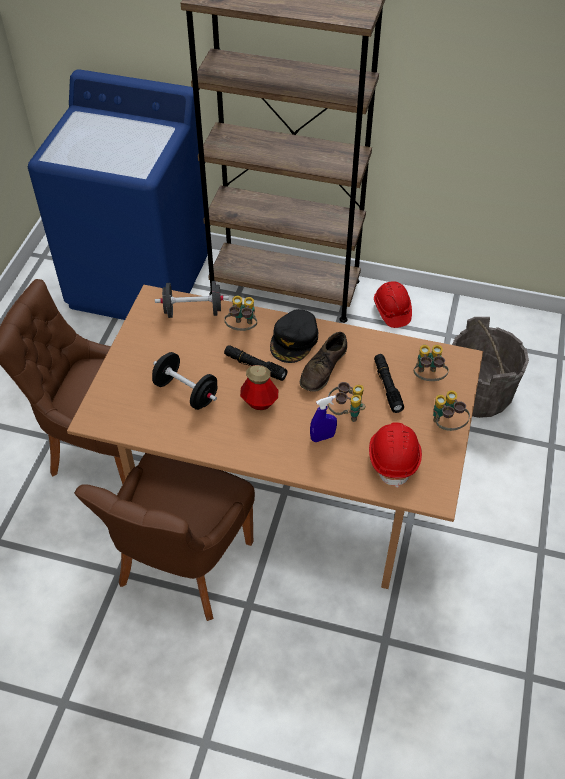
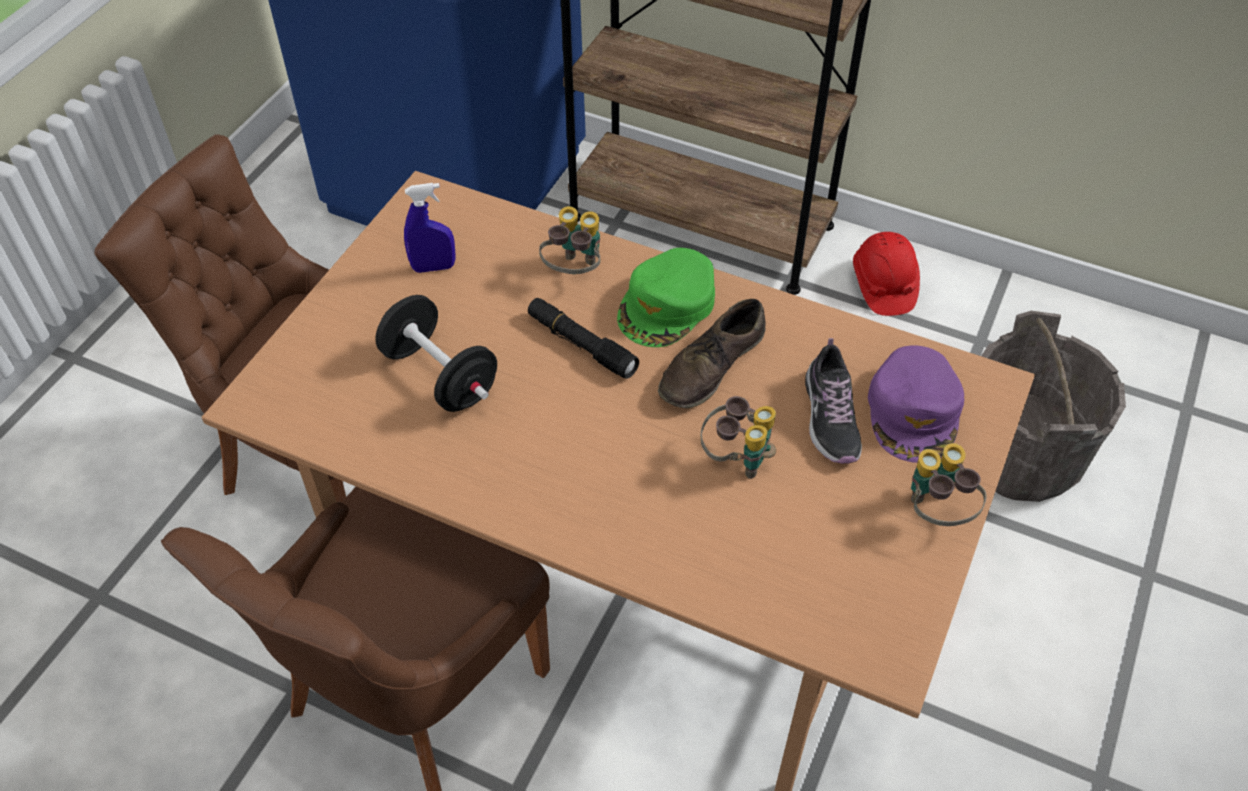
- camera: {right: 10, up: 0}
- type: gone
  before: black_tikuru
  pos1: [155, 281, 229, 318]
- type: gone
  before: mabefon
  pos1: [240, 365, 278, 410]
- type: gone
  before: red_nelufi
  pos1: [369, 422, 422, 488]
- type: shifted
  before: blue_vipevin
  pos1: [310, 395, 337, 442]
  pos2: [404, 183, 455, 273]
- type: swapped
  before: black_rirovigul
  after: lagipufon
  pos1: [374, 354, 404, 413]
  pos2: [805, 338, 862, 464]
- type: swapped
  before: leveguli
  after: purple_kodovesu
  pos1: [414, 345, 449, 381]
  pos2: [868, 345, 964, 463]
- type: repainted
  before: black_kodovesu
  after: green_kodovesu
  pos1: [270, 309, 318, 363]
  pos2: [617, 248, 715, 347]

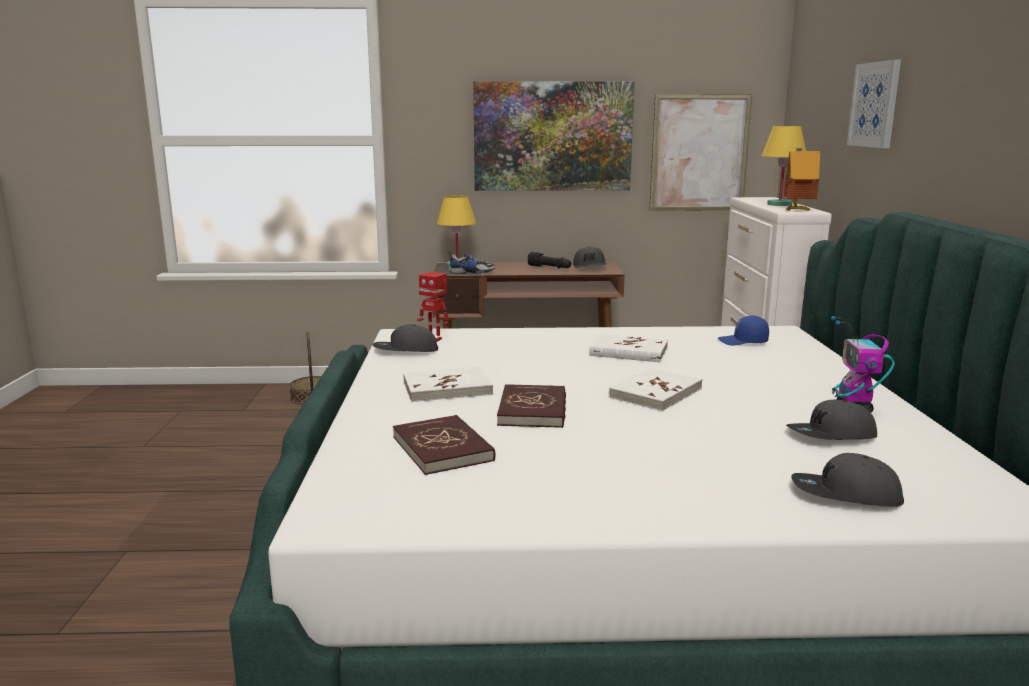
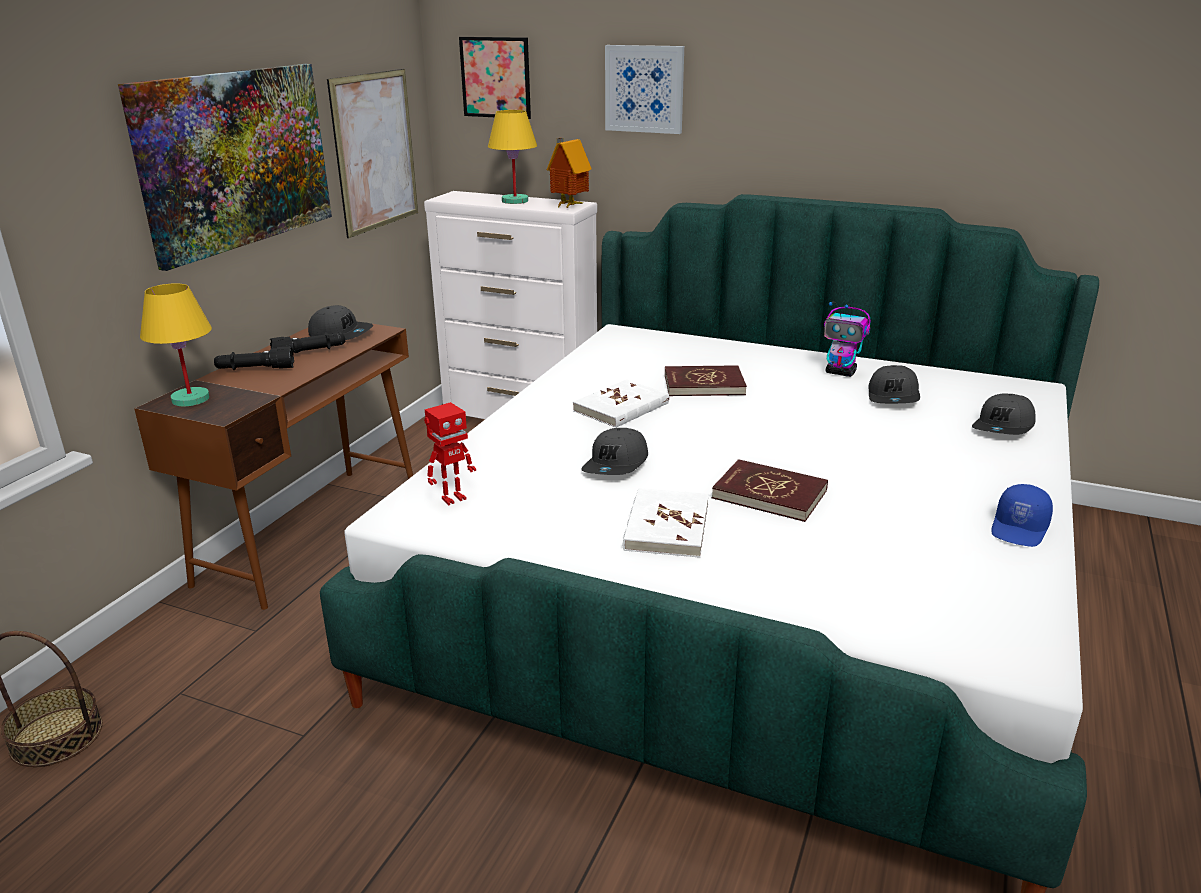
- camera: {right: -65, up: 10}
- type: gone
  before: lagipufon
  pos1: [448, 252, 495, 274]
- type: gone
  before: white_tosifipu
  pos1: [609, 367, 703, 411]
- type: new
  after: black_rirovigul
  pos2: [214, 346, 294, 370]
- type: new
  after: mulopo
  pos2: [459, 37, 531, 119]
- type: shifted
  before: grey_kodovesu
  pos1: [373, 324, 438, 352]
  pos2: [581, 428, 648, 475]
- type: shifted
  before: red_tosifipu
  pos1: [393, 415, 495, 475]
  pos2: [665, 365, 747, 396]
- type: shifted
  before: blue_kodovesu
  pos1: [718, 315, 769, 345]
  pos2: [991, 484, 1053, 547]

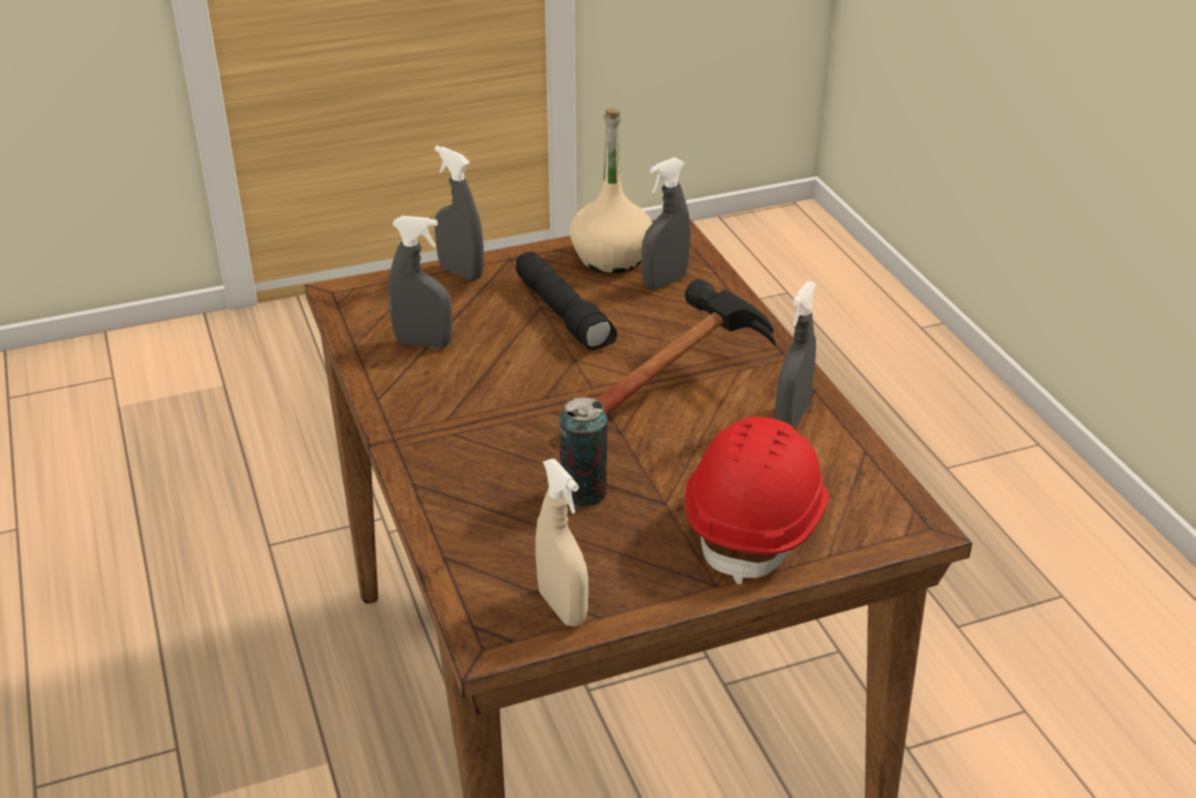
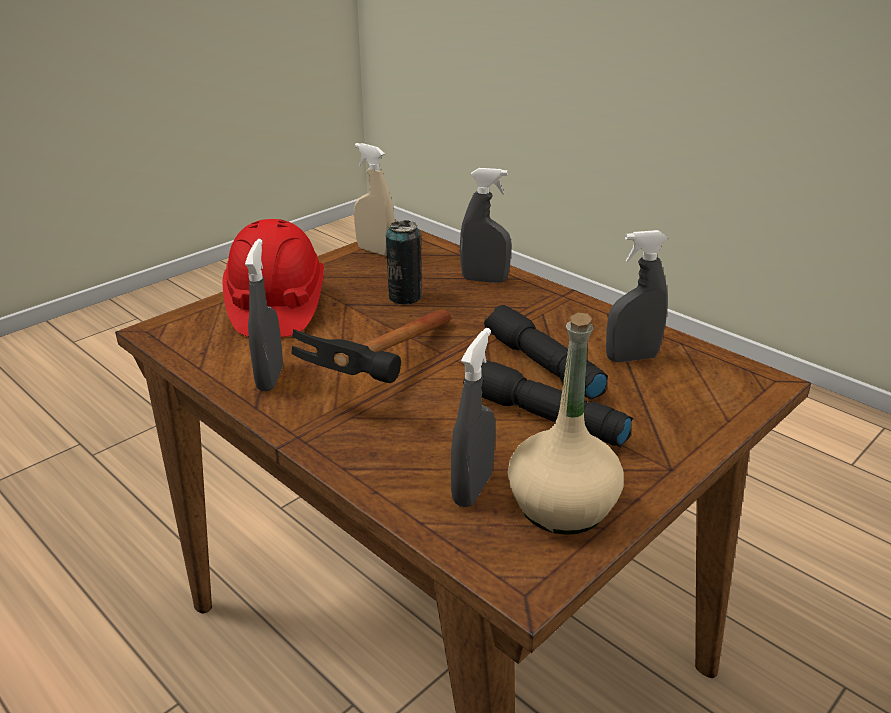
- camera: {right: 155, up: -5}
- type: new
  after: black_rirovigul
  pos2: [484, 305, 608, 399]
- type: shifted
  before: grey_vipevin
  pos1: [435, 146, 484, 281]
  pos2: [460, 168, 512, 283]

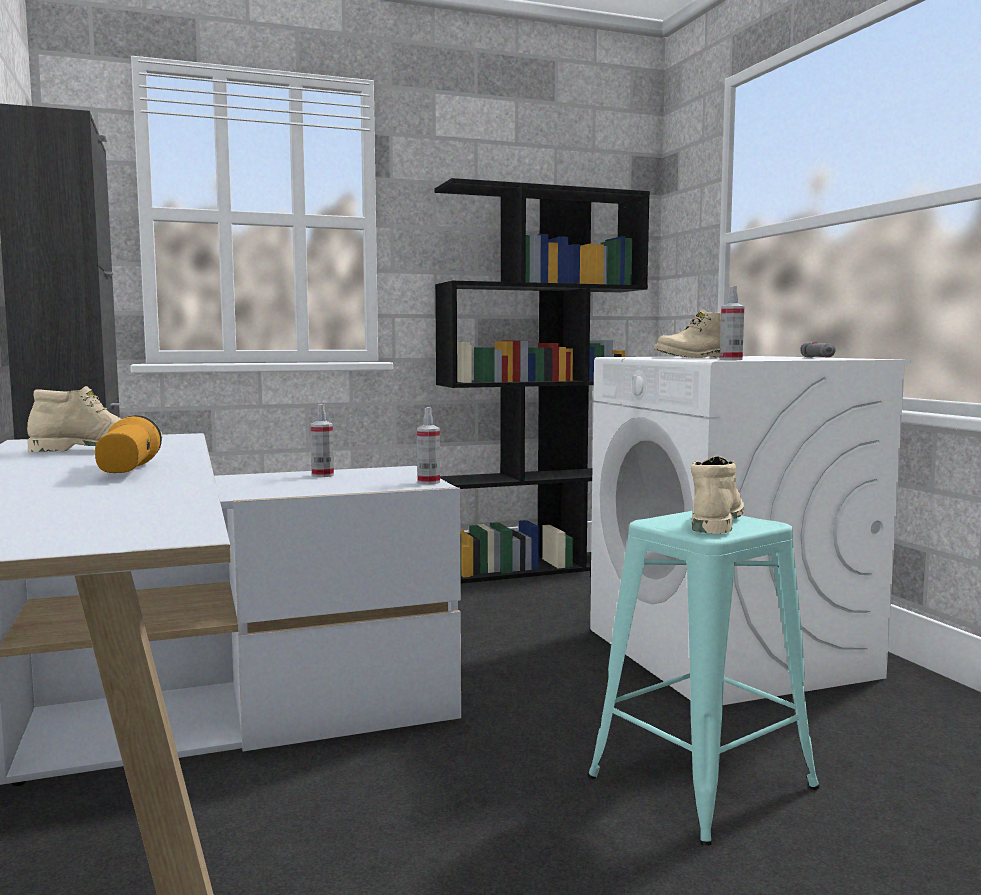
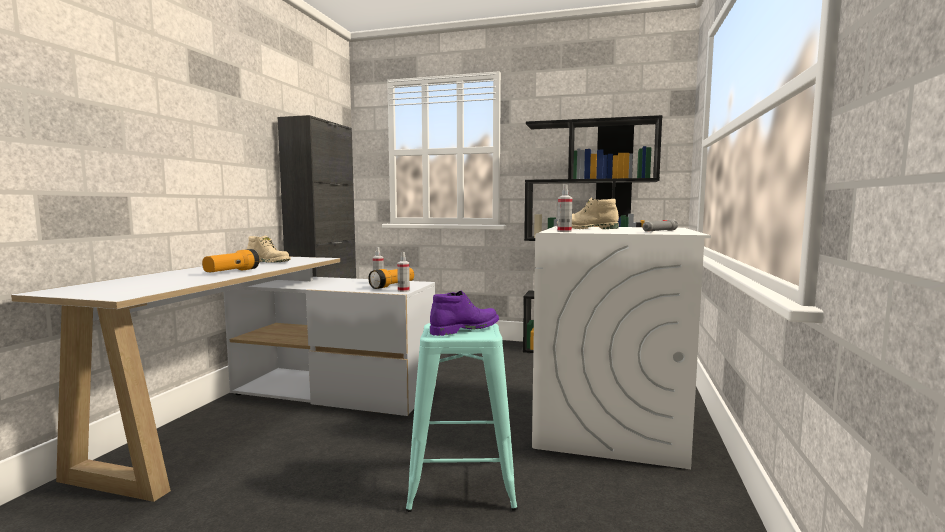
- camera: {right: 35, up: 0}
- type: new
  after: rirovigul
  pos2: [368, 268, 414, 289]
- type: repainted
  before: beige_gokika
  after: purple_gokika
  pos1: [691, 456, 744, 534]
  pos2: [430, 291, 499, 336]

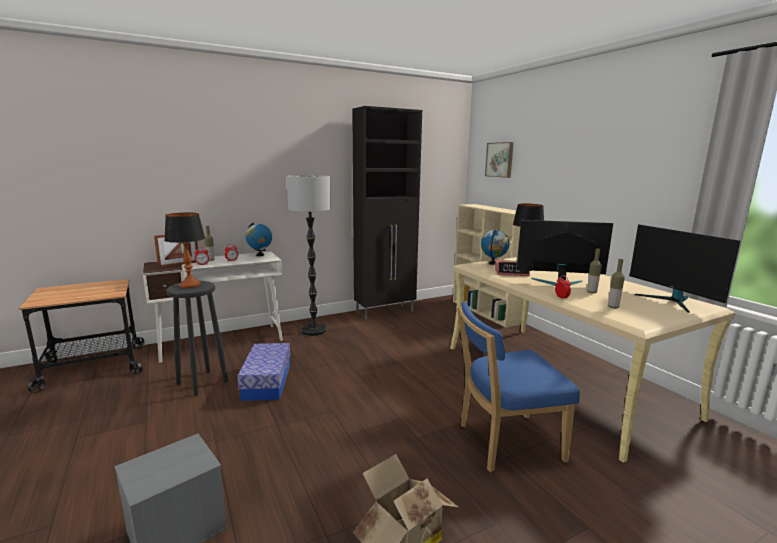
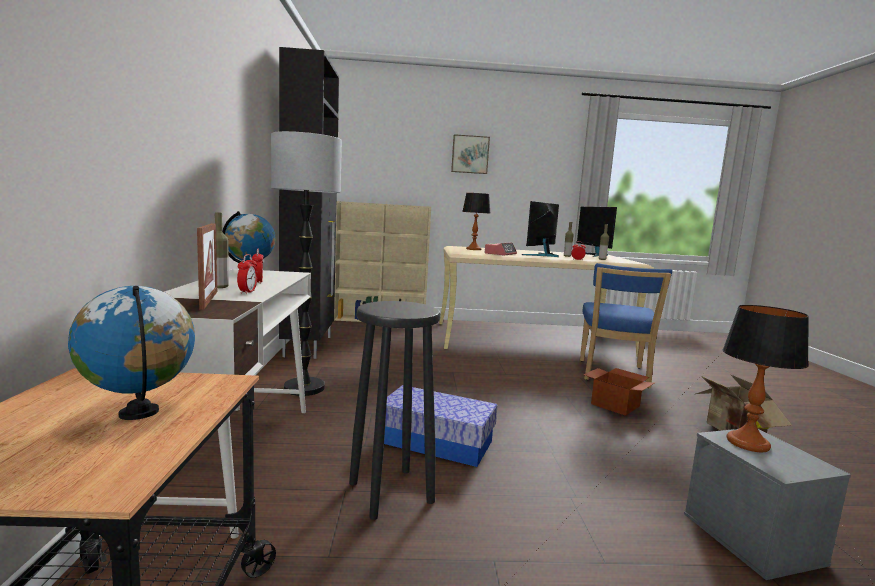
- camera: {right: -65, up: -5}
- type: new
  after: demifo
  pos2: [583, 368, 654, 416]
- type: shifted
  before: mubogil
  pos1: [164, 213, 205, 288]
  pos2: [722, 305, 809, 452]
- type: shifted
  before: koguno
  pos1: [481, 230, 509, 265]
  pos2: [68, 286, 195, 420]
- type: shifted
  before: mulopo
  pos1: [485, 142, 514, 178]
  pos2: [451, 134, 490, 174]
- type: rotated
  before: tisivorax
  pos1: [629, 224, 740, 313]
  pos2: [577, 207, 617, 257]
  turn: 75

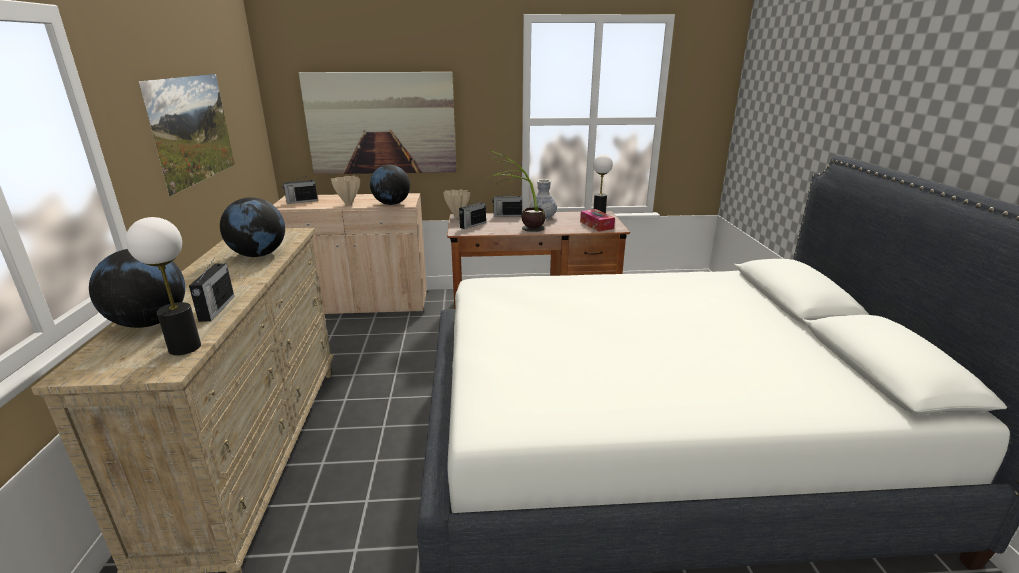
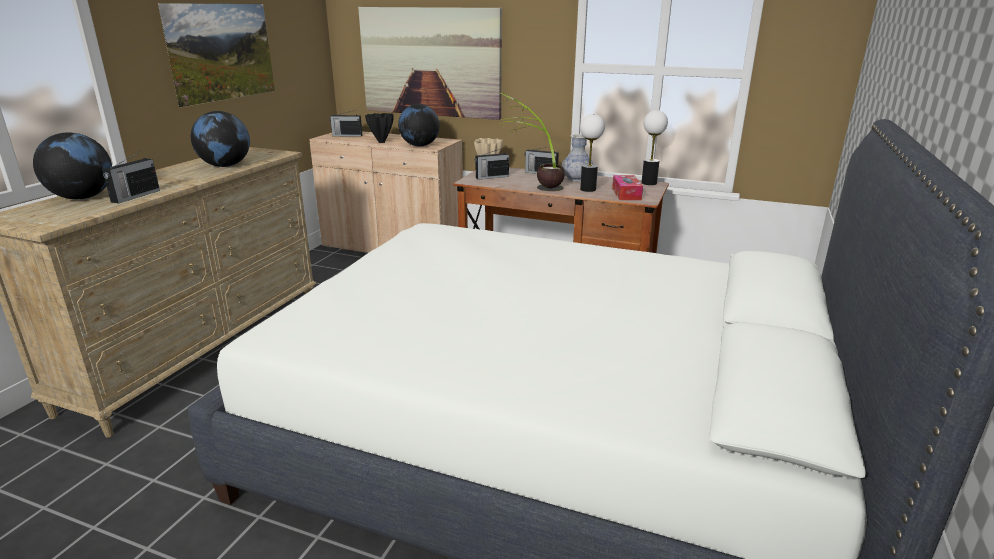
- camera: {right: 25, up: 0}
- type: shifted
  before: mubogil
  pos1: [126, 217, 201, 355]
  pos2: [580, 114, 605, 192]
- type: repainted
  before: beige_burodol
  after: black_burodol
  pos1: [331, 175, 360, 206]
  pos2: [365, 113, 394, 143]

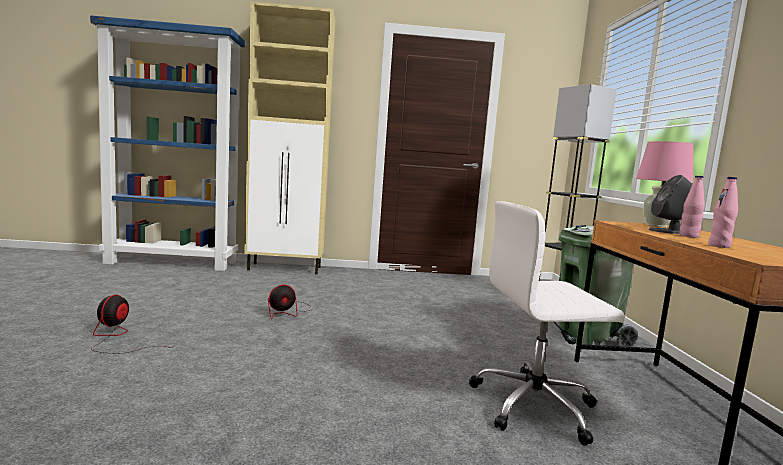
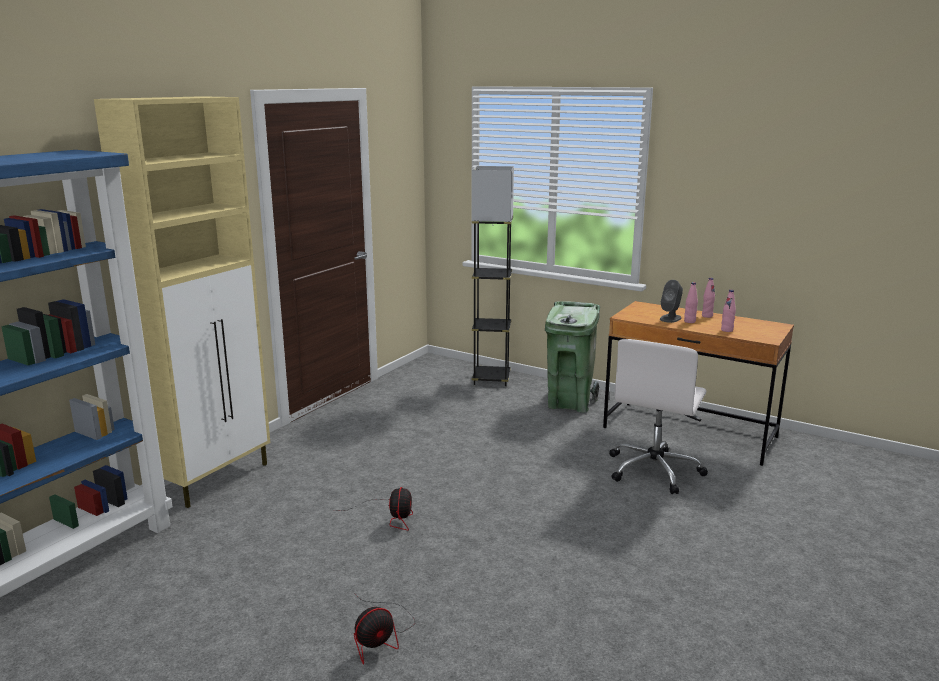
- camera: {right: -55, up: 10}
- type: gone
  before: pink_mubogil
  pos1: [636, 141, 693, 227]
- type: new
  after: pink_mabefon
  pos2: [702, 278, 715, 318]
- type: rotated
  before: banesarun
  pos1: [92, 294, 173, 354]
  pos2: [354, 594, 415, 665]
  turn: -75

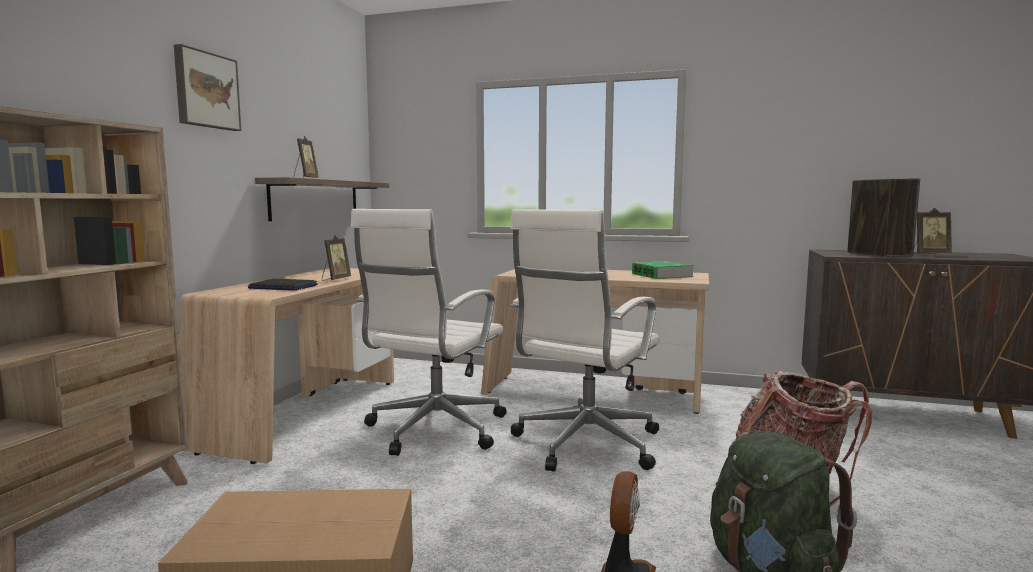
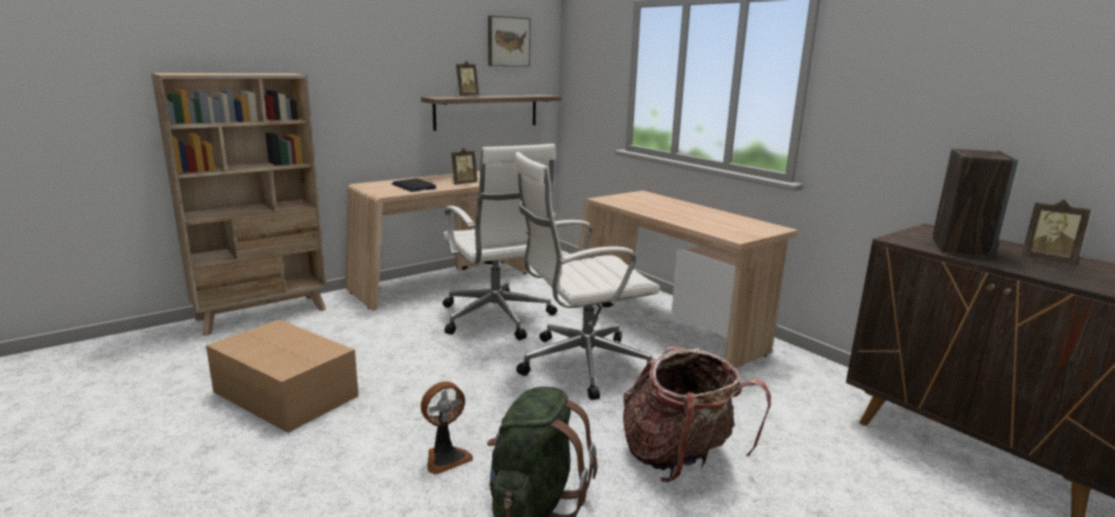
- camera: {right: 35, up: 10}
- type: gone
  before: tosifipu
  pos1: [632, 261, 694, 279]
- type: shifted
  before: mulopo
  pos1: [174, 44, 241, 131]
  pos2: [488, 16, 531, 66]
- type: rotated
  before: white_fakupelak
  pos1: [351, 209, 506, 456]
  pos2: [443, 144, 557, 340]
  turn: -90

